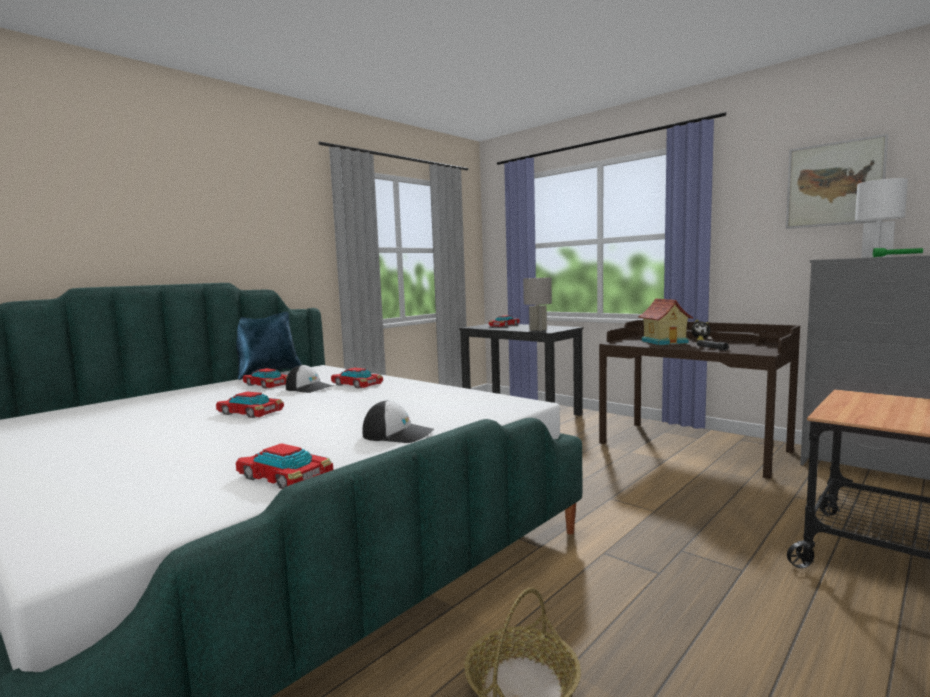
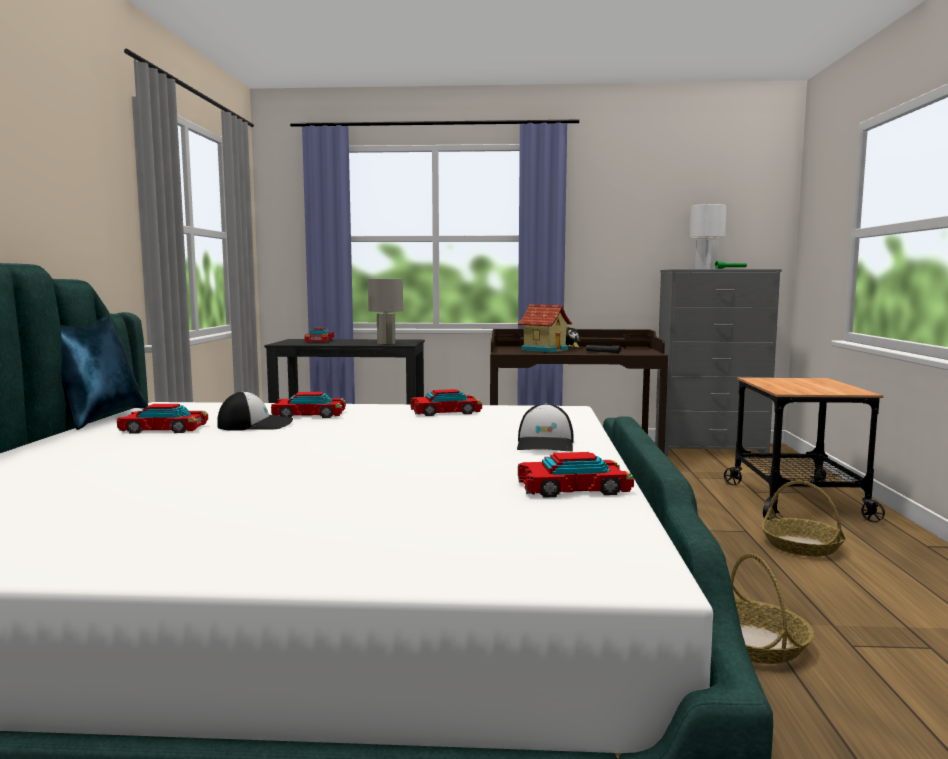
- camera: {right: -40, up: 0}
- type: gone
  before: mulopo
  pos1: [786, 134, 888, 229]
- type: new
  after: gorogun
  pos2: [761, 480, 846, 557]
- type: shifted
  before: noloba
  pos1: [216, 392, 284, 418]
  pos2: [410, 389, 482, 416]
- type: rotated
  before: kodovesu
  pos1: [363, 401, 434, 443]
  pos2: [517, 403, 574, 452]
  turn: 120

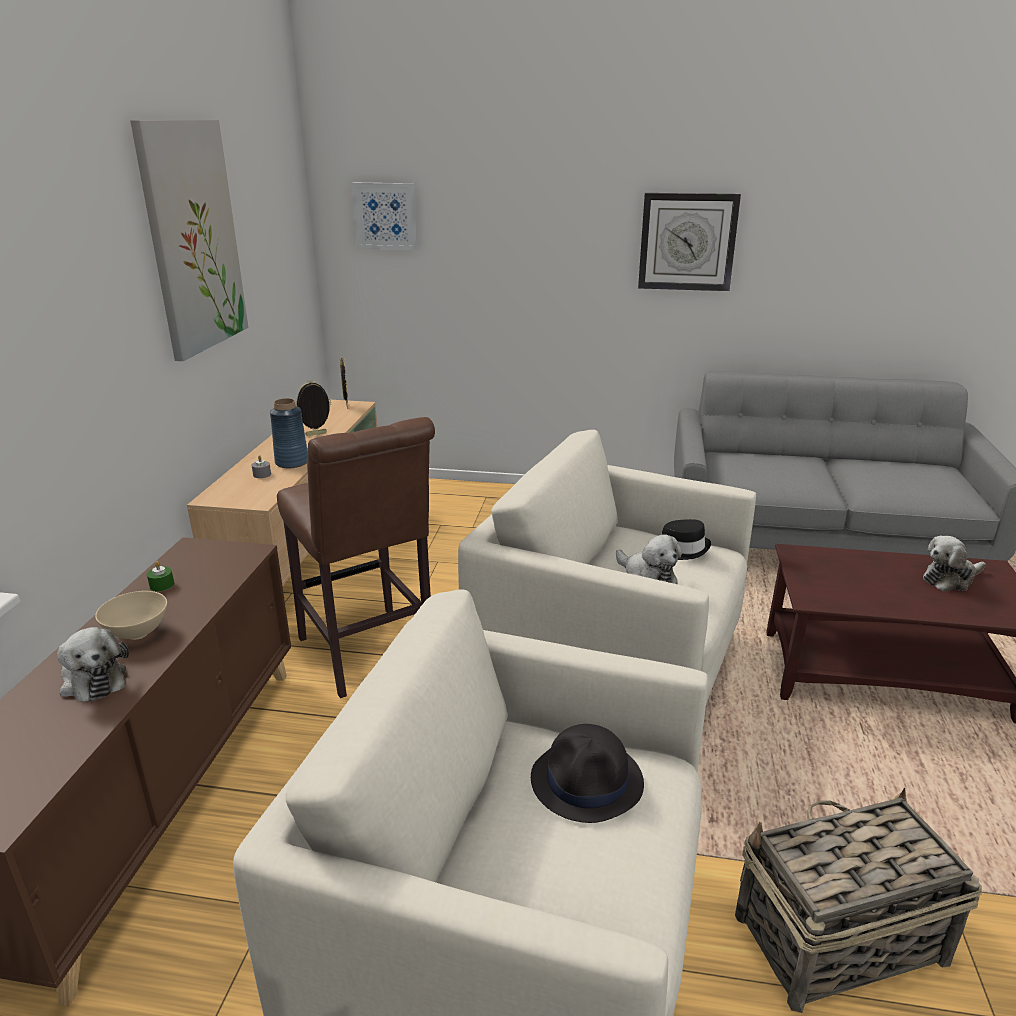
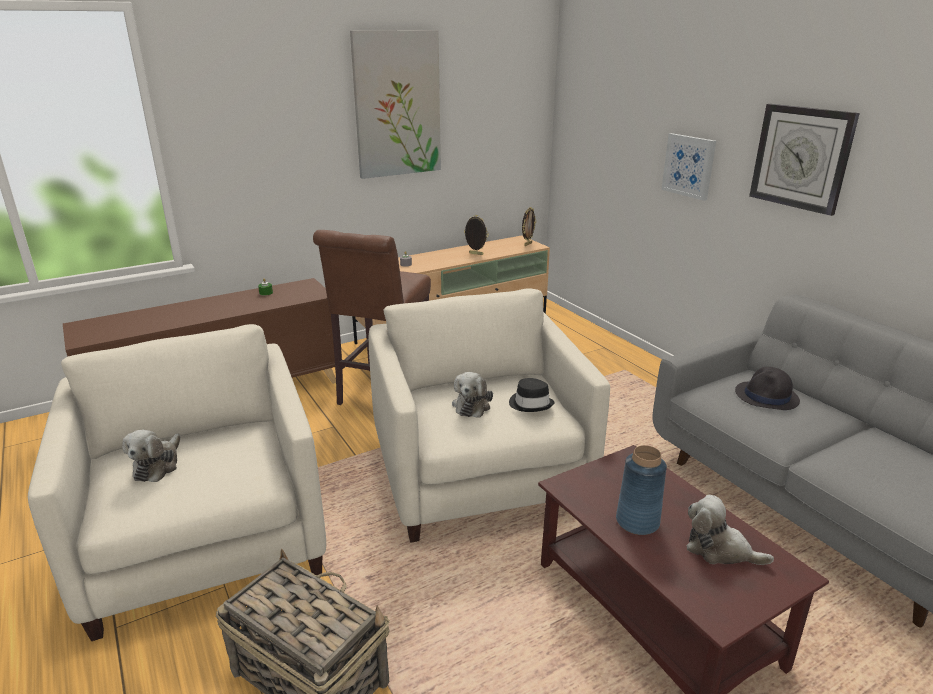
- camera: {right: 50, up: 0}
- type: gone
  before: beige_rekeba
  pos1: [95, 591, 167, 640]
- type: shifted
  before: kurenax
  pos1: [57, 627, 129, 702]
  pos2: [122, 429, 180, 482]
- type: shifted
  before: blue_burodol
  pos1: [270, 398, 308, 468]
  pos2: [616, 445, 667, 535]
- type: shifted
  before: mulopo
  pos1: [352, 183, 417, 250]
  pos2: [661, 133, 716, 201]
- type: shifted
  before: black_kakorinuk
  pos1: [531, 724, 644, 823]
  pos2: [735, 367, 800, 410]

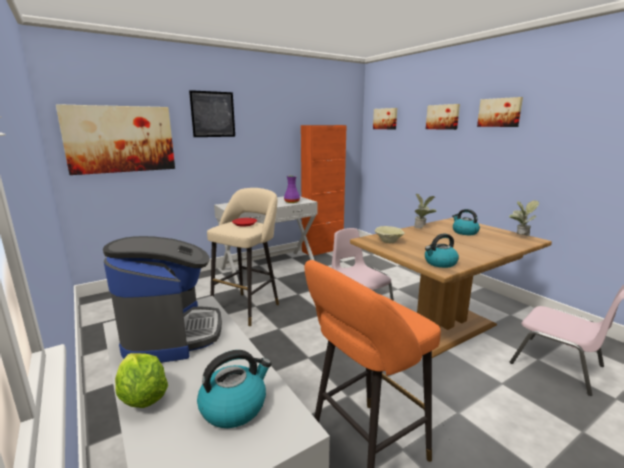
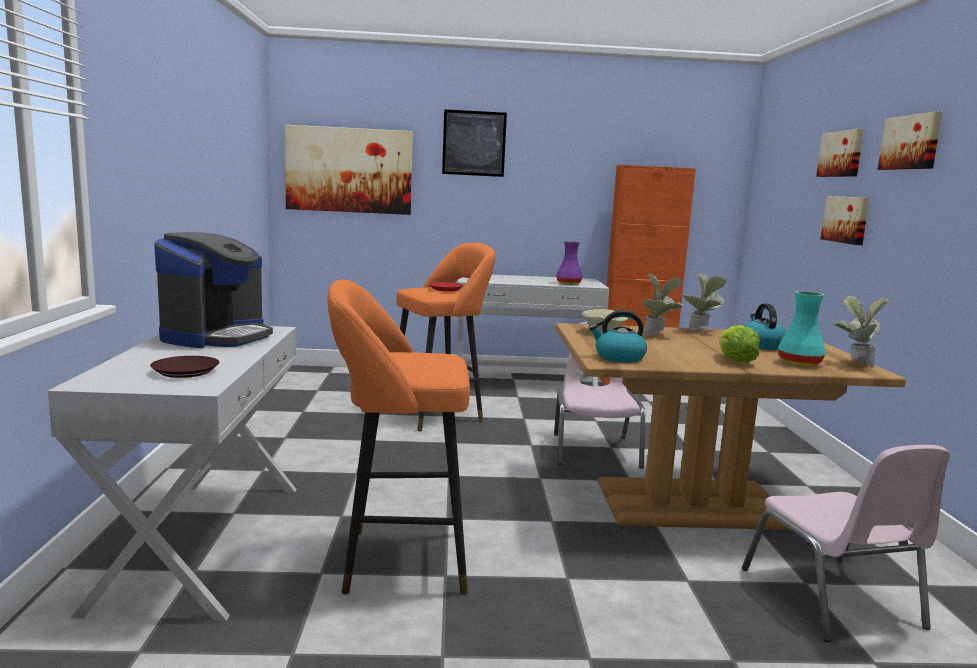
- camera: {right: 30, up: -5}
- type: new
  after: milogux
  pos2: [643, 273, 683, 336]
- type: new
  after: turquoise_burodol
  pos2: [778, 291, 826, 366]
- type: shifted
  before: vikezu
  pos1: [115, 353, 168, 408]
  pos2: [719, 325, 760, 363]
- type: shifted
  before: mulopo
  pos1: [373, 108, 397, 129]
  pos2: [821, 196, 870, 245]
- type: swapped
  before: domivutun
  after: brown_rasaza
  pos1: [197, 350, 272, 428]
  pos2: [150, 356, 219, 378]
- type: repainted
  before: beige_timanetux
  after: orange_timanetux
  pos1: [207, 188, 279, 326]
  pos2: [396, 243, 495, 431]

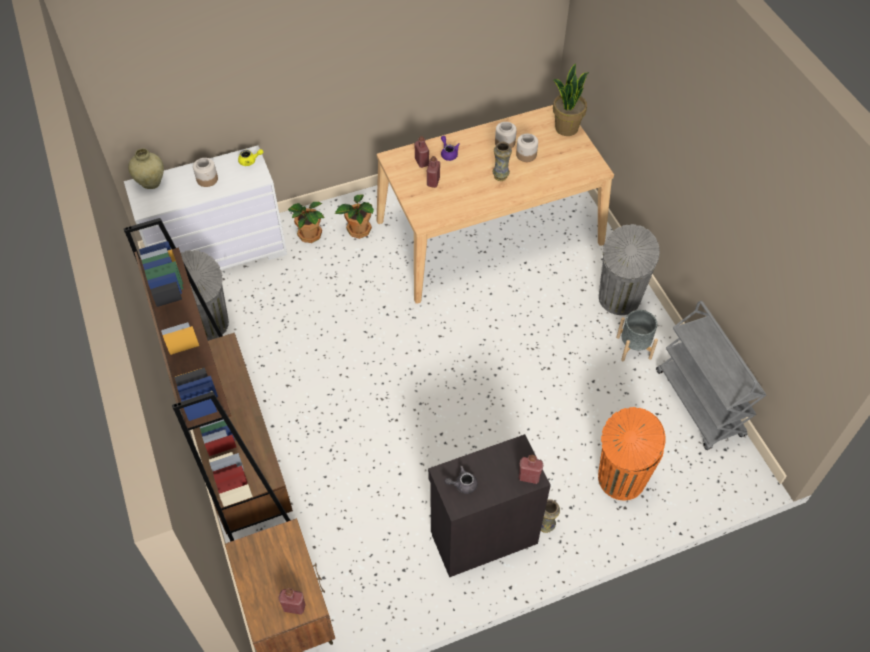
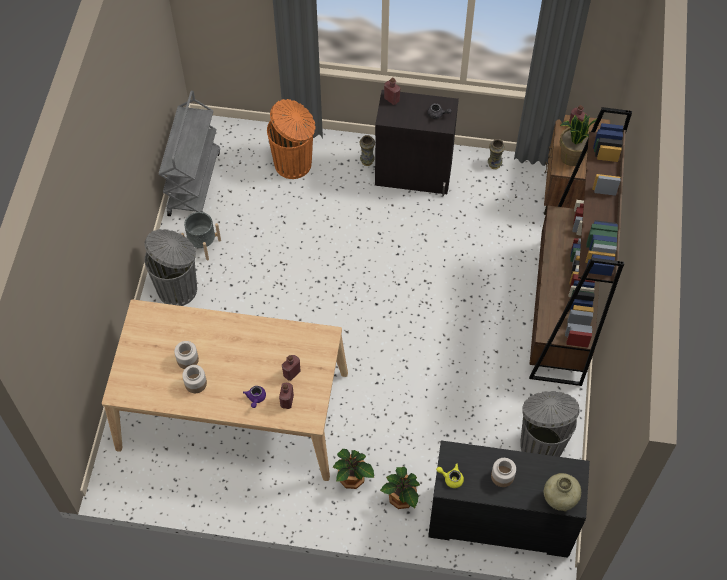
- camera: {right: -150, up: 5}
- type: shifted
  before: burodol
  pos1: [493, 142, 512, 181]
  pos2: [488, 139, 505, 169]
- type: shifted
  before: milogux
  pos1: [553, 63, 589, 136]
  pos2: [559, 114, 596, 166]
- type: repainted
  before: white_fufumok
  after: black_fufumok
  pos1: [124, 146, 287, 270]
  pos2: [428, 440, 590, 558]

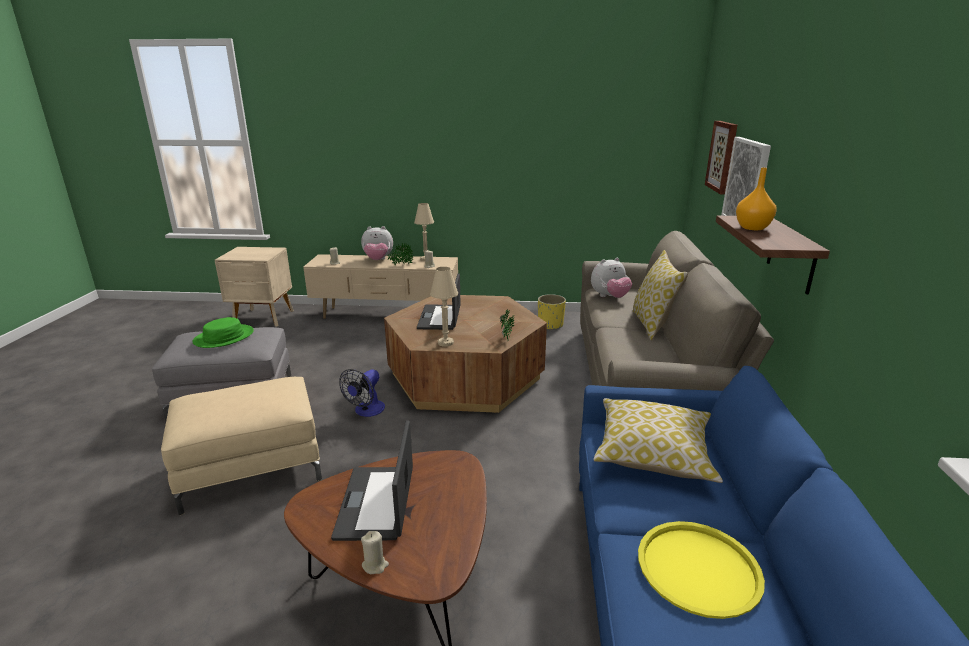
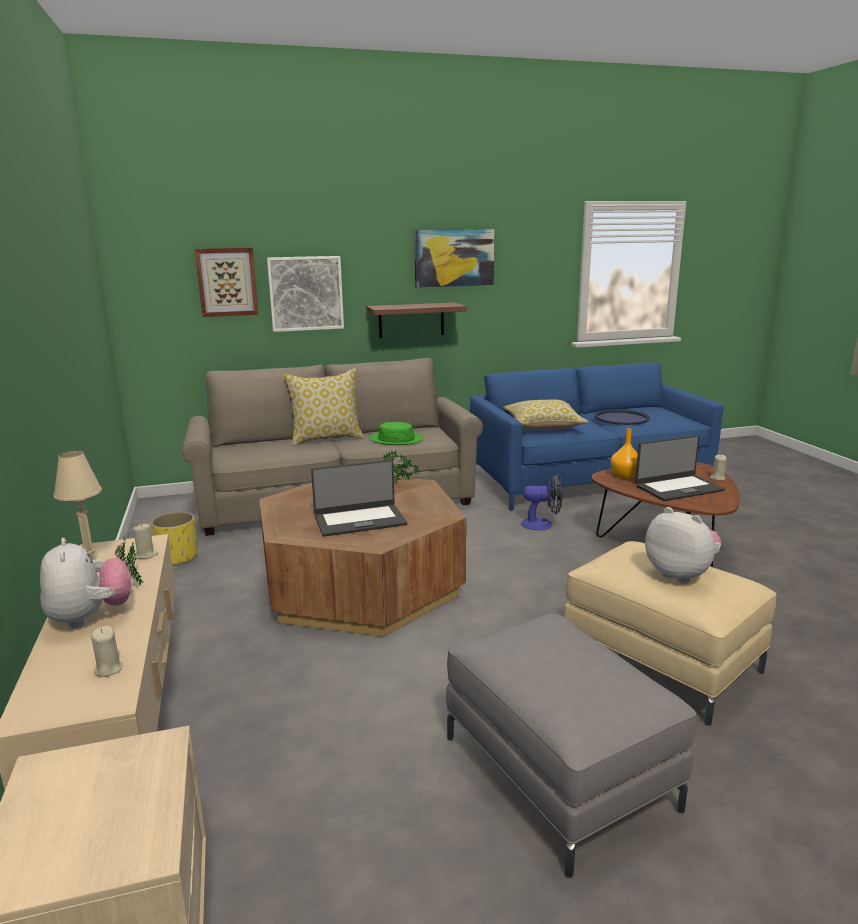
- camera: {right: -110, up: -5}
- type: gone
  before: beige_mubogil
  pos1: [430, 267, 458, 347]
- type: new
  after: mulopo
  pos2: [414, 229, 495, 288]
- type: shifted
  before: green_kakorinuk
  pos1: [192, 317, 254, 348]
  pos2: [369, 422, 424, 445]
- type: shifted
  before: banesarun
  pos1: [339, 369, 385, 417]
  pos2: [521, 473, 563, 530]
- type: shifted
  before: kurenax
  pos1: [591, 258, 632, 298]
  pos2: [645, 507, 722, 584]
- type: shifted
  before: orange_burodol
  pos1: [736, 168, 777, 230]
  pos2: [611, 428, 638, 479]
- type: repainted
  before: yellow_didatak
  after: blue_didatak
  pos1: [638, 521, 765, 619]
  pos2: [594, 409, 650, 425]

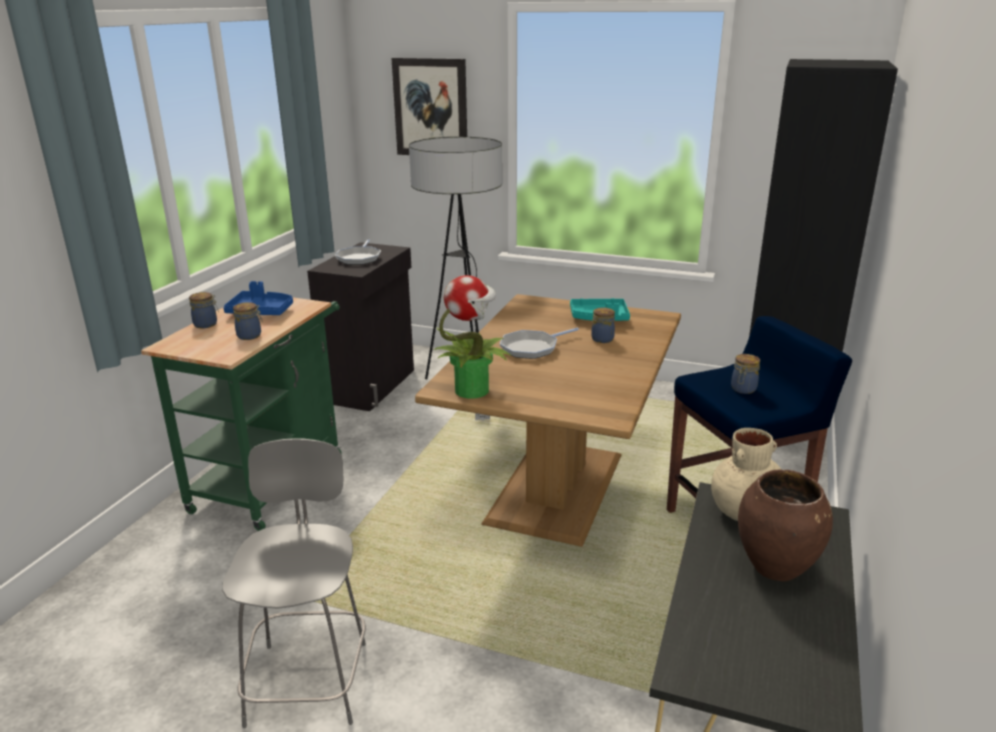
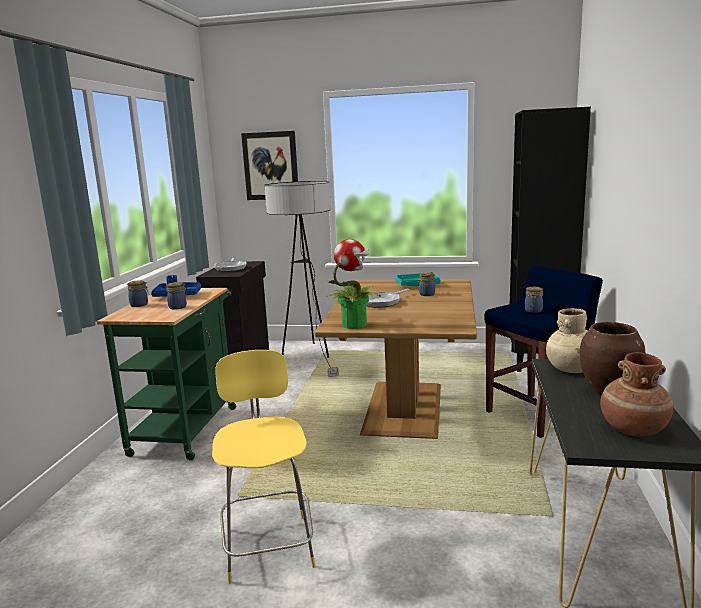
- camera: {right: -10, up: -10}
- type: new
  after: brown_burodol
  pos2: [600, 352, 674, 437]
- type: repainted
  before: grey_timanetux
  after: yellow_timanetux
  pos1: [222, 438, 366, 728]
  pos2: [212, 350, 316, 584]

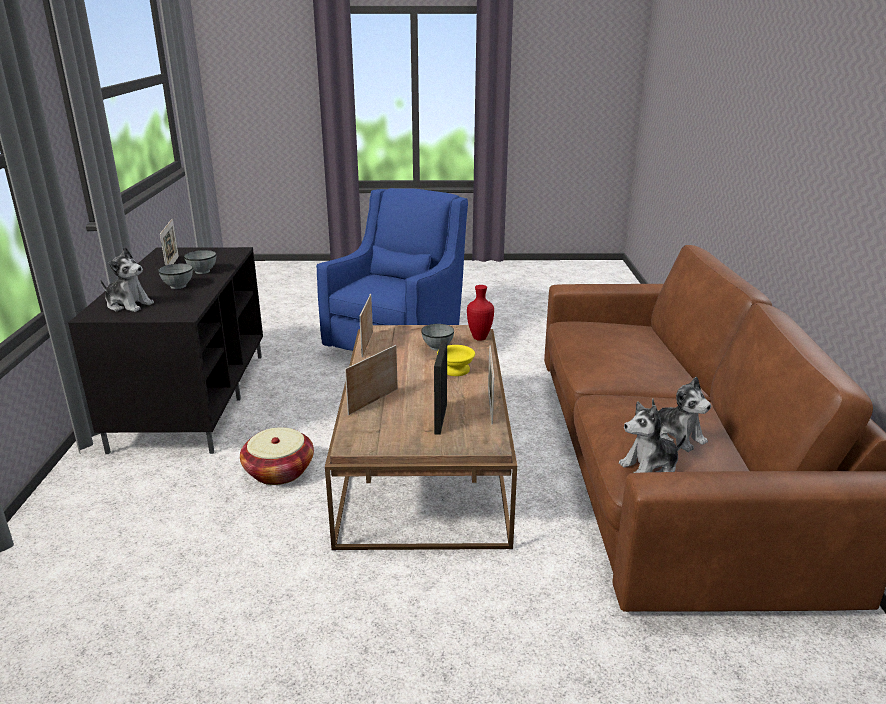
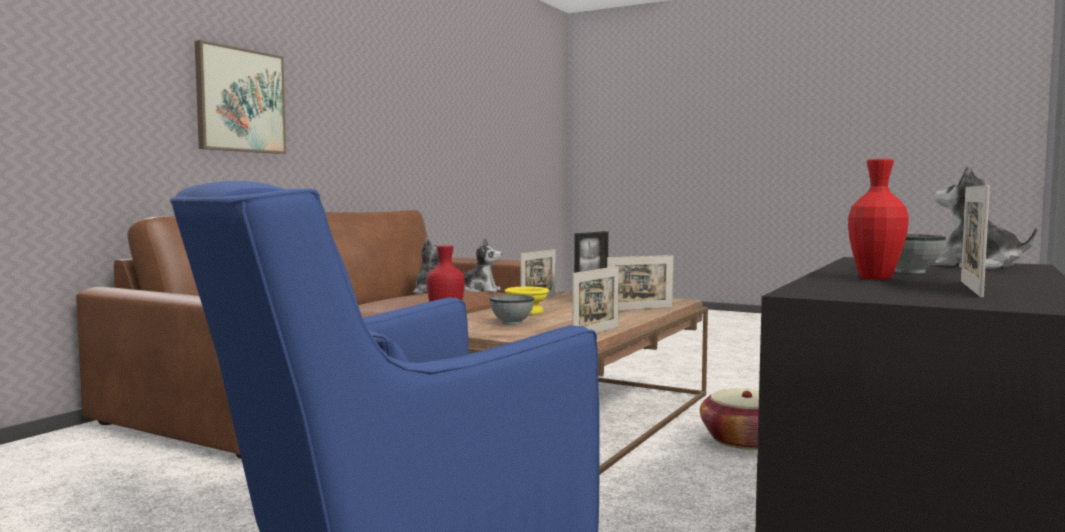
- camera: {right: -150, up: -20}
- type: new
  after: mulopo
  pos2: [195, 40, 286, 154]
- type: swapped
  before: grey_rekeba
  after: red_burodol
  pos1: [184, 250, 216, 274]
  pos2: [848, 159, 909, 280]

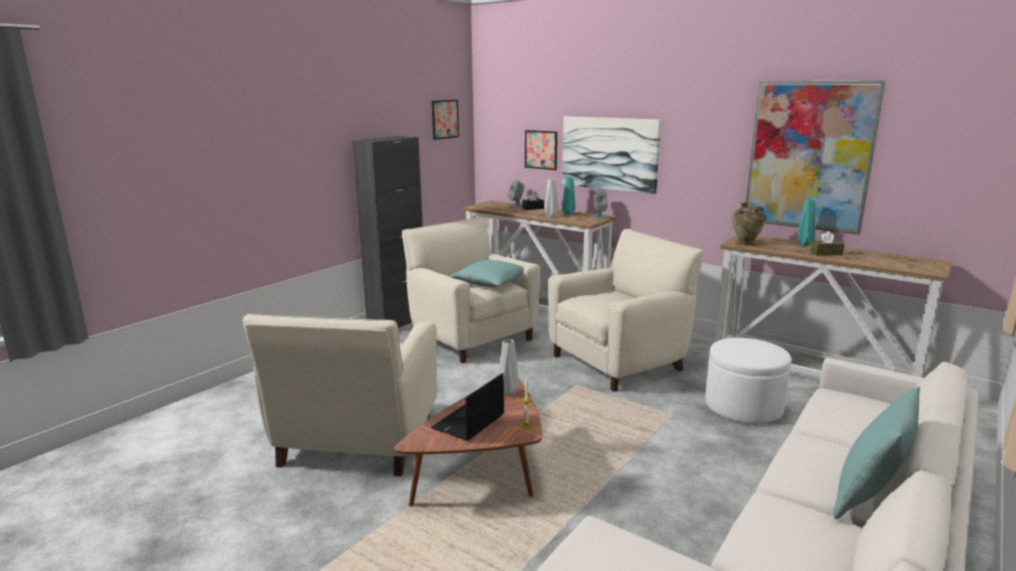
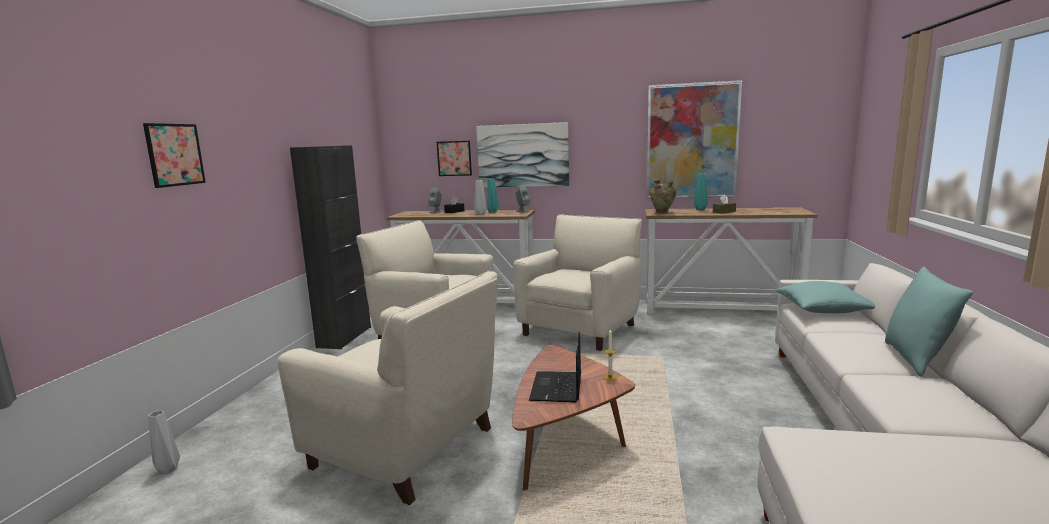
- camera: {right: -25, up: -5}
- type: gone
  before: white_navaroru
  pos1: [705, 338, 792, 424]
- type: shifted
  before: mulopo
  pos1: [432, 100, 459, 140]
  pos2: [143, 123, 206, 188]
- type: shifted
  before: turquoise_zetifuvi
  pos1: [450, 260, 524, 287]
  pos2: [776, 281, 875, 313]
- type: shifted
  before: grey_burodol
  pos1: [499, 339, 519, 397]
  pos2: [148, 410, 180, 474]
- type: rotated
  before: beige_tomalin
  pos1: [243, 314, 437, 476]
  pos2: [278, 271, 498, 505]
  turn: -45

